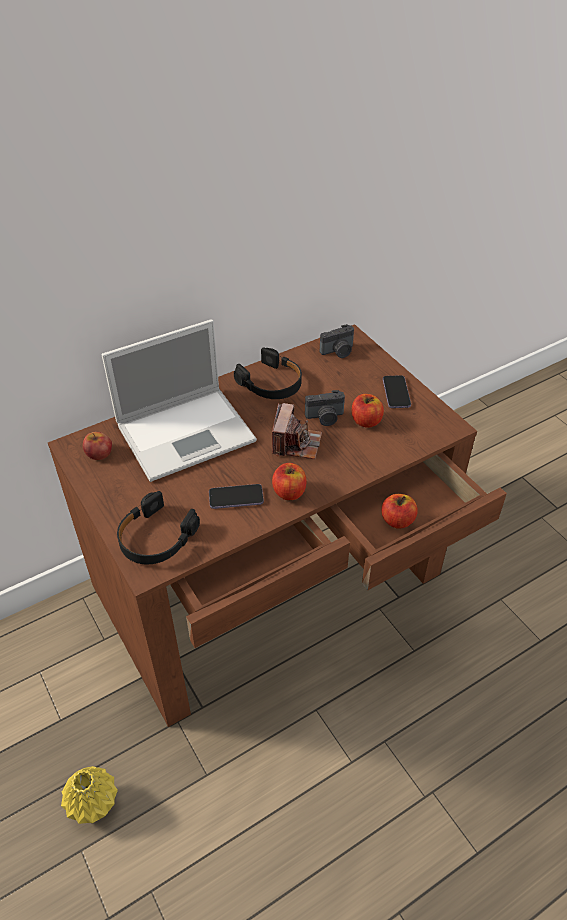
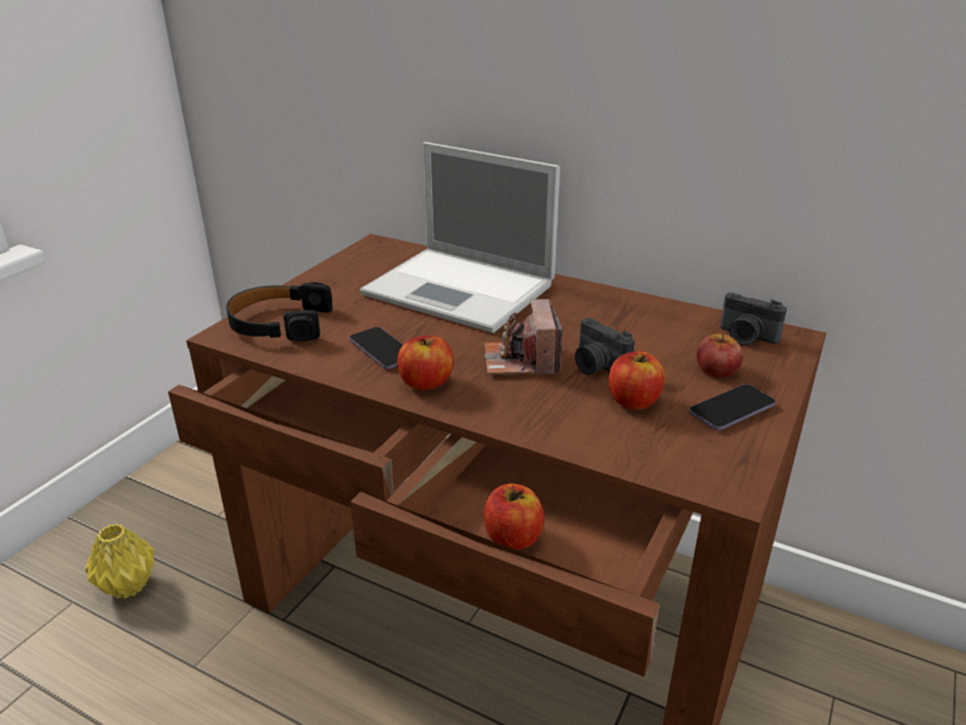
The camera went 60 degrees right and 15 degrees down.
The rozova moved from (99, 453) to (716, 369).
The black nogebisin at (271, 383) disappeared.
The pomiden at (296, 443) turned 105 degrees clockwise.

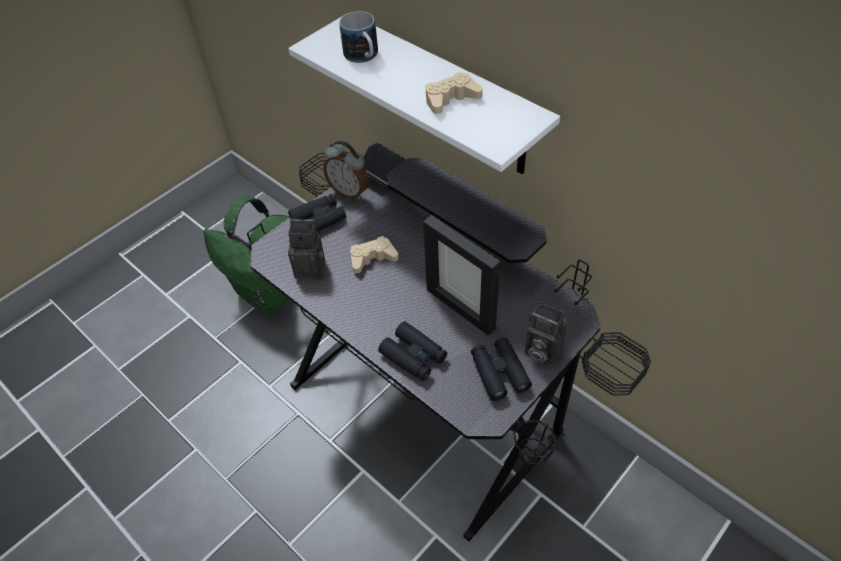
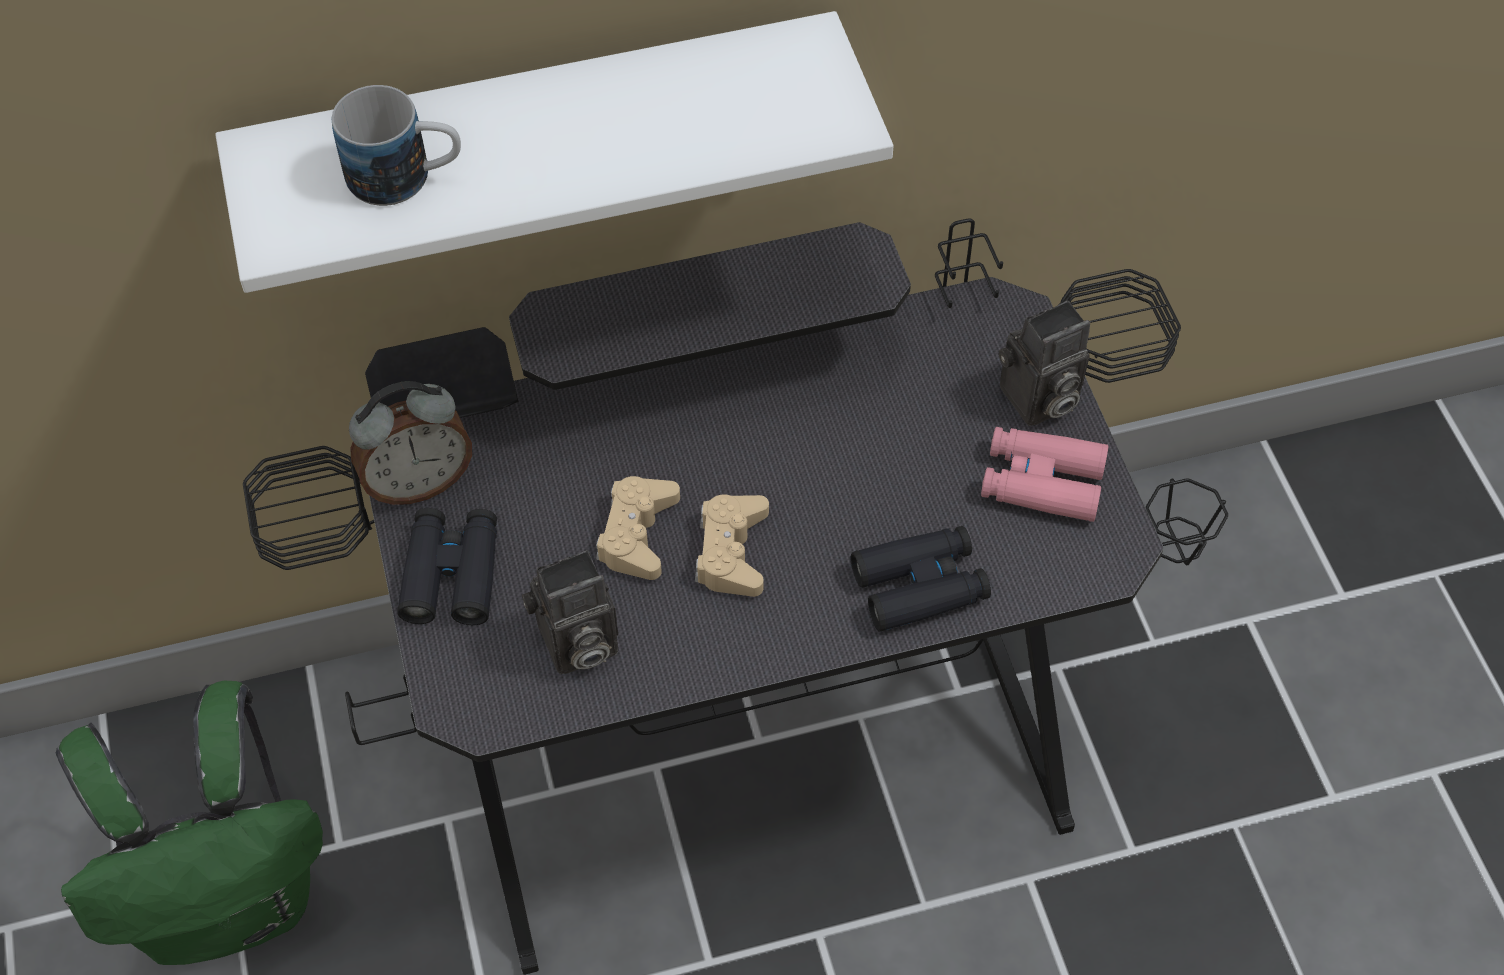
The camera went 60 degrees left and 5 degrees up.
The pomiden at (312, 267) turned 150 degrees counterclockwise.
The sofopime at (461, 307) disappeared.
The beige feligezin moved from (451, 99) to (731, 552).
The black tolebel at (499, 372) became the pink tolebel at (1042, 482).

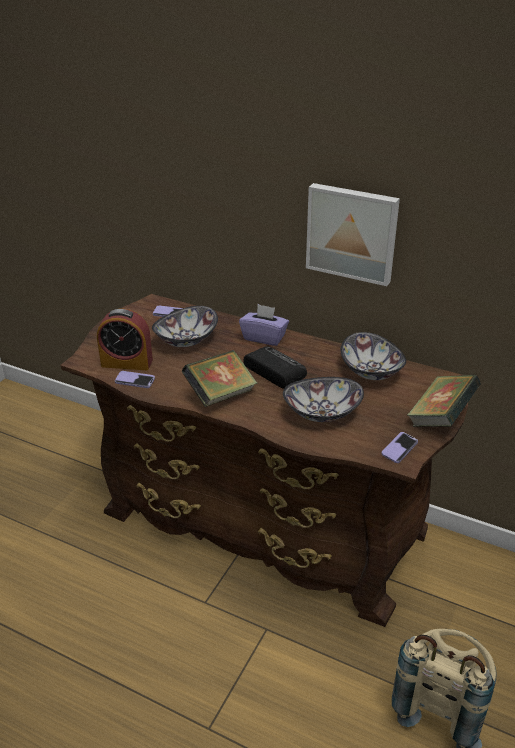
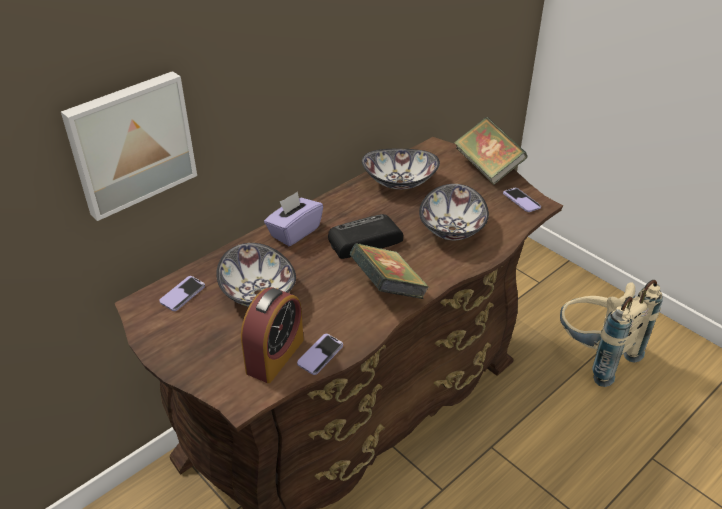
The camera went 70 degrees left and 5 degrees up.
The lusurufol moved from (352, 232) to (131, 143).

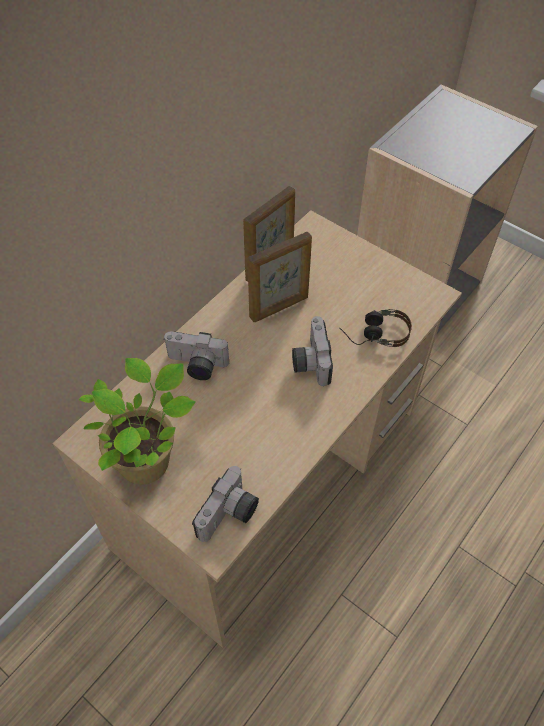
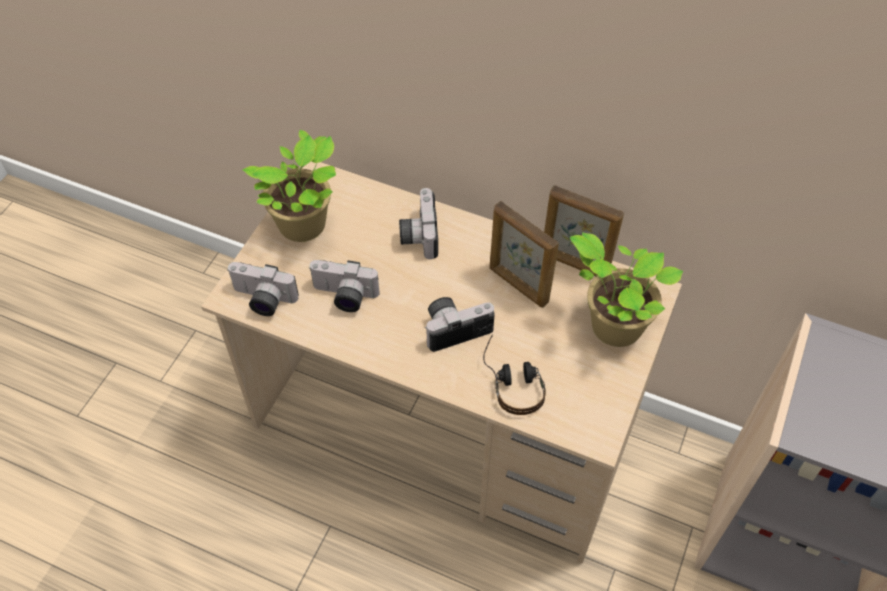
The camera went 75 degrees right and 0 degrees up.
The pomiden at (344, 297) appeared.
The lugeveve at (612, 325) appeared.

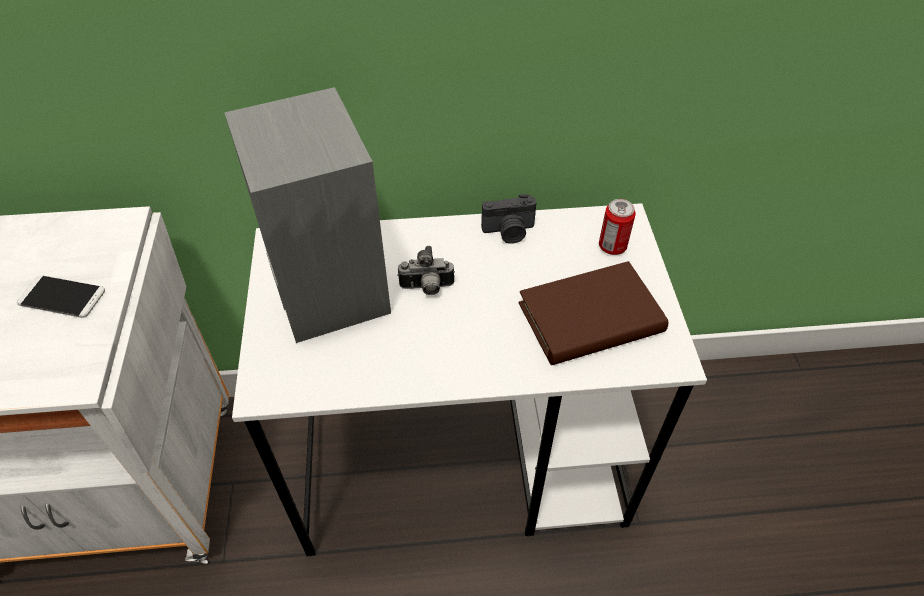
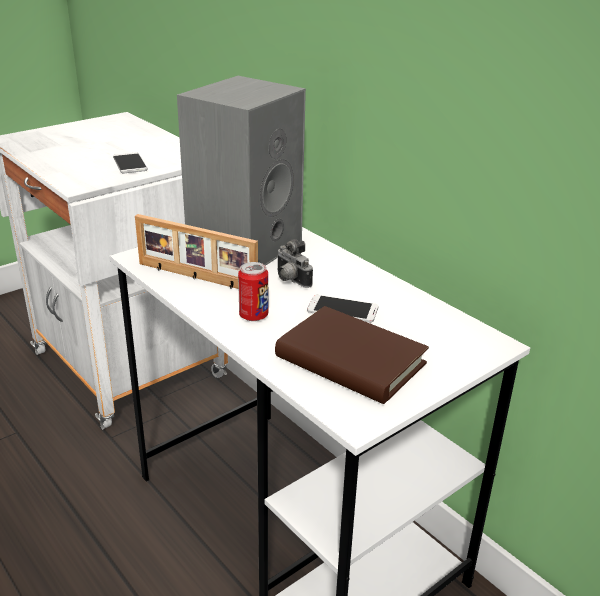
The camera went 55 degrees right and 20 degrees down.
The pomiden at (509, 232) disappeared.
The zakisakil moved from (612, 246) to (253, 316).
The sofopime at (196, 278) appeared.
The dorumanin at (342, 309) appeared.

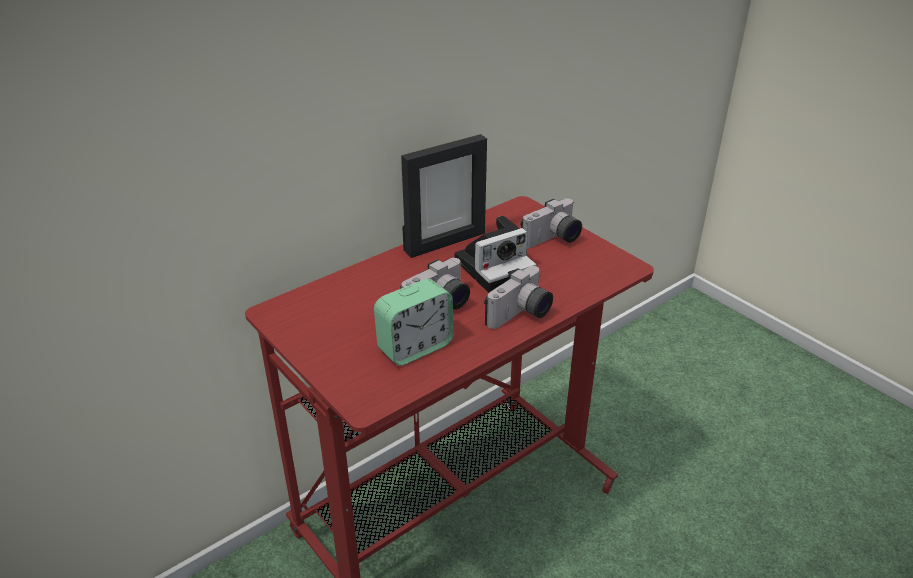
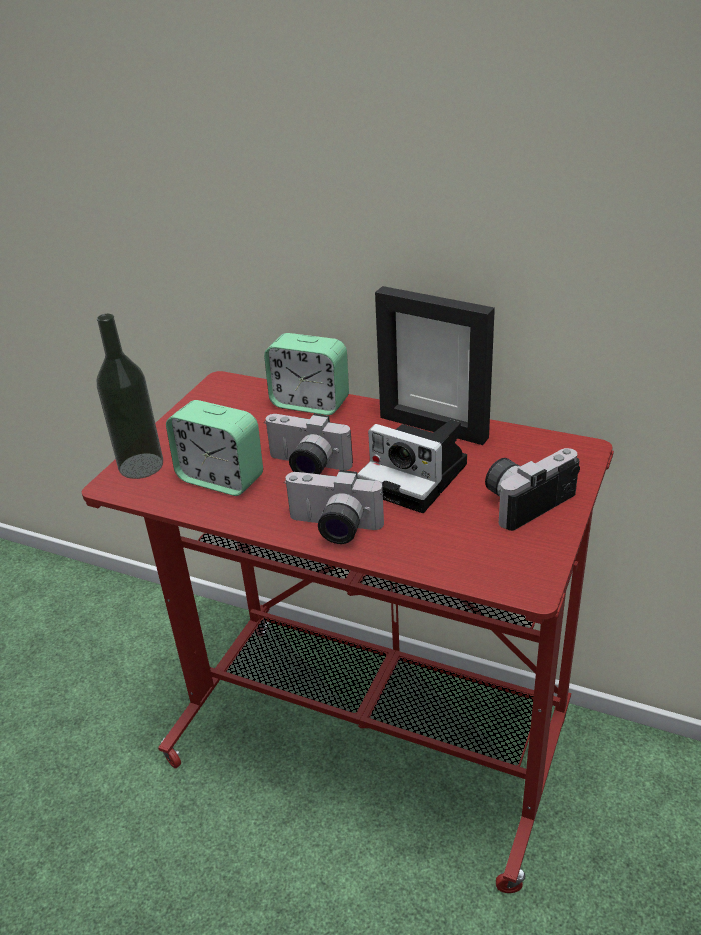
The camera went 65 degrees right and 0 degrees up.
The pomiden at (553, 240) turned 120 degrees clockwise.
The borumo at (141, 466) appeared.
The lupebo at (310, 403) appeared.

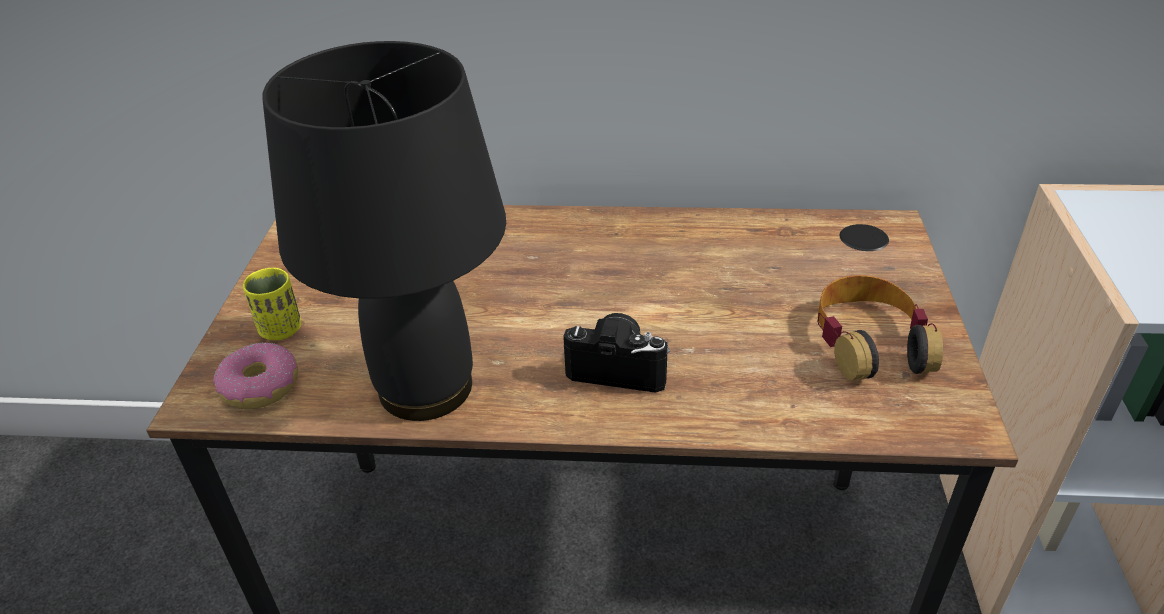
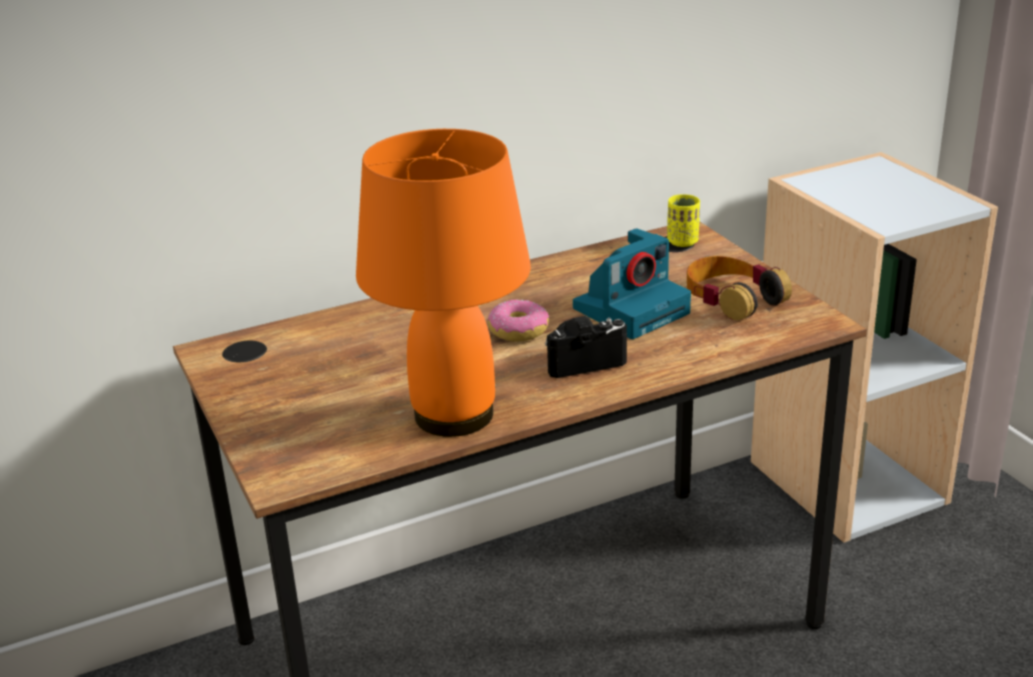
The camera went 30 degrees left and 10 degrees down.
The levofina moved from (260, 387) to (519, 331).
The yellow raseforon moved from (281, 329) to (682, 242).
The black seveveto at (427, 388) became the orange seveveto at (456, 415).
The pomiden at (632, 309) appeared.

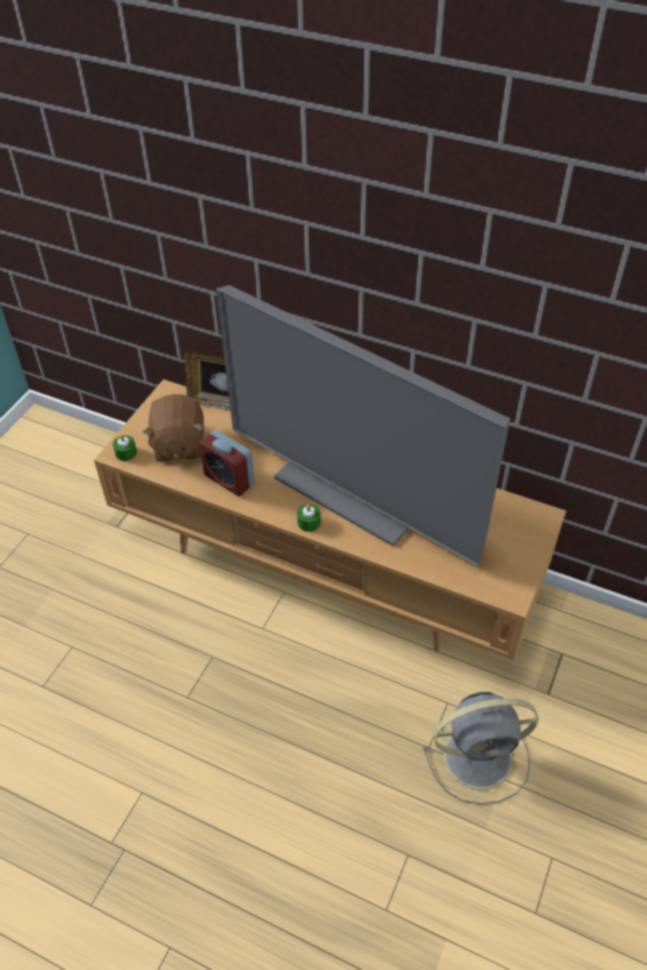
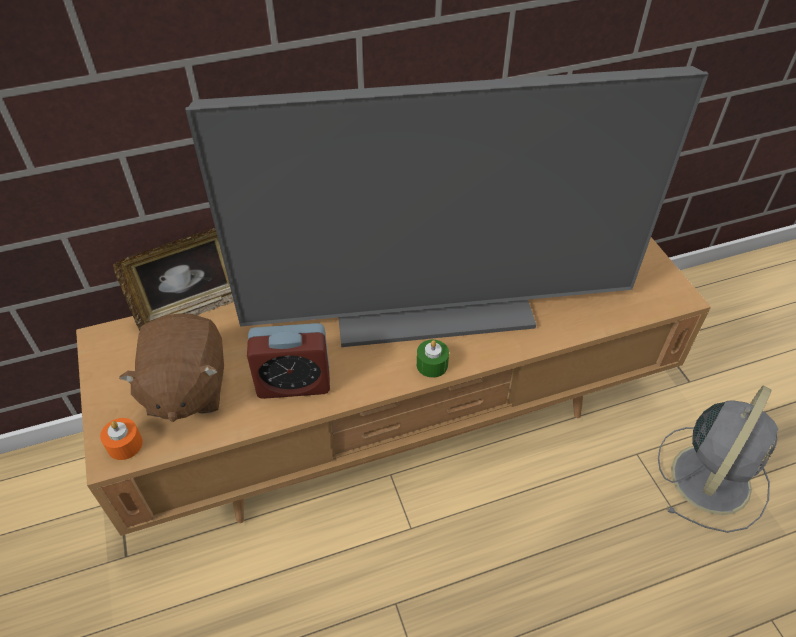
The camera went 45 degrees left and 0 degrees up.
The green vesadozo at (126, 453) became the orange vesadozo at (125, 444).
The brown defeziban at (178, 445) turned 45 degrees clockwise.

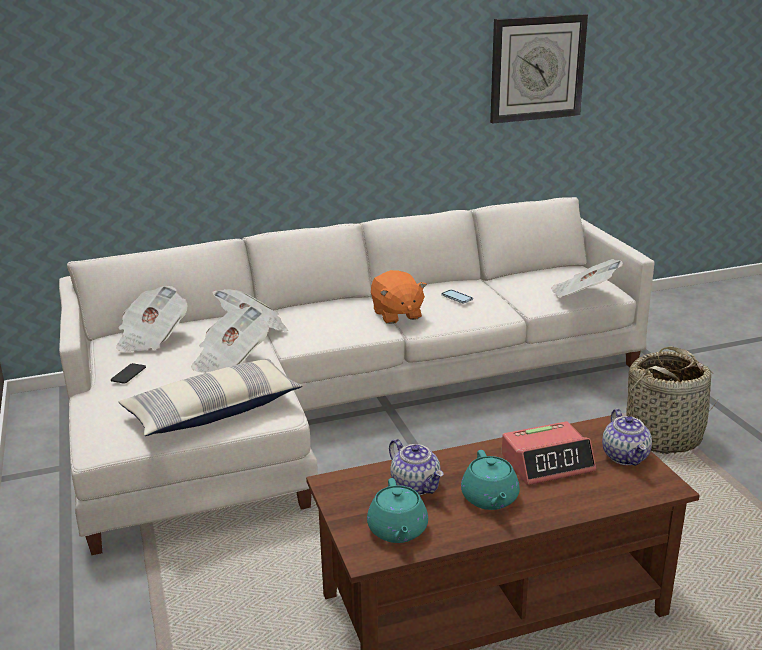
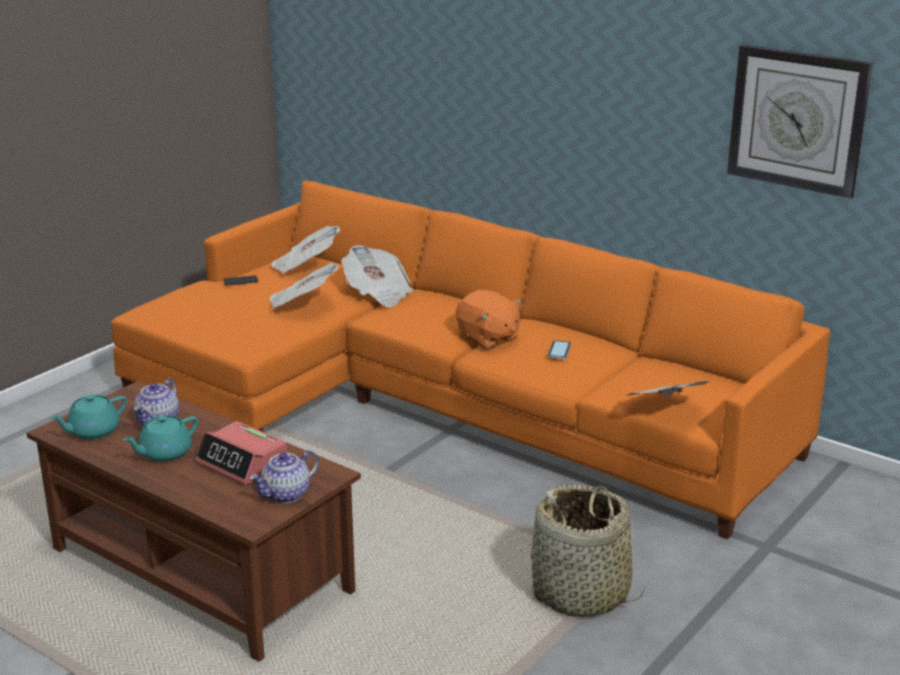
The camera went 55 degrees right and 0 degrees up.
The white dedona at (338, 396) became the orange dedona at (441, 401).
The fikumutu at (213, 411) disappeared.
The orange defeziban at (396, 315) turned 75 degrees counterclockwise.

